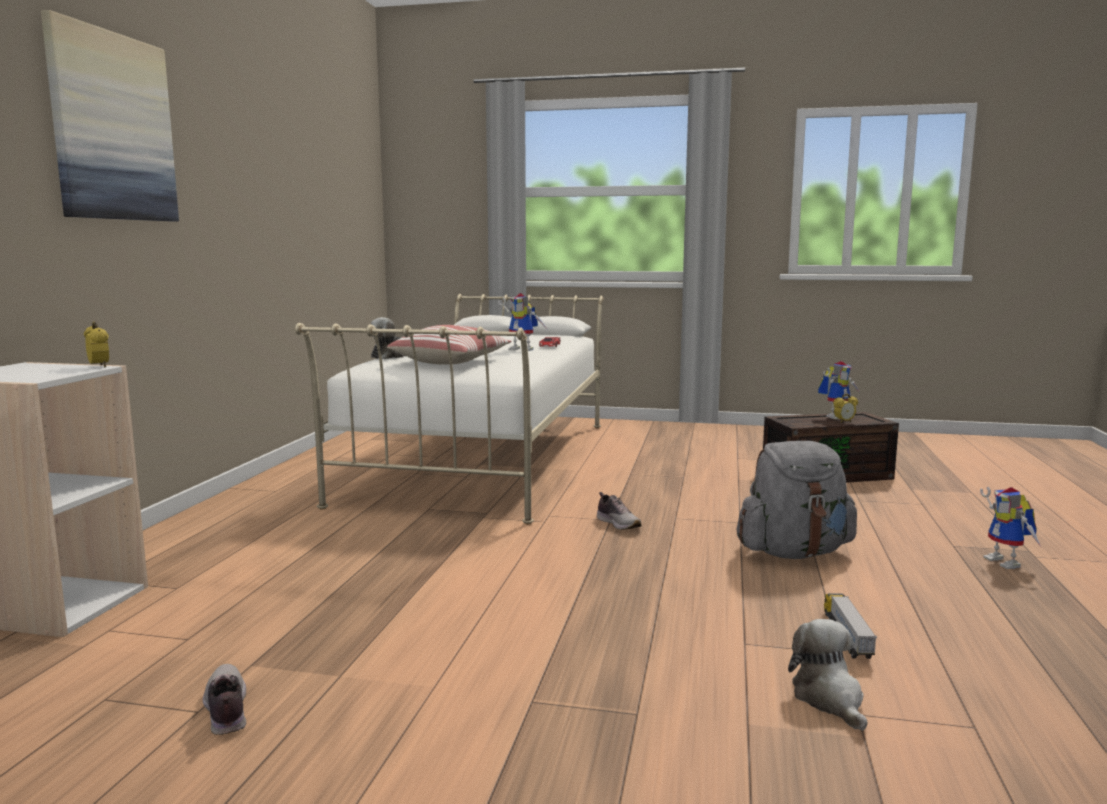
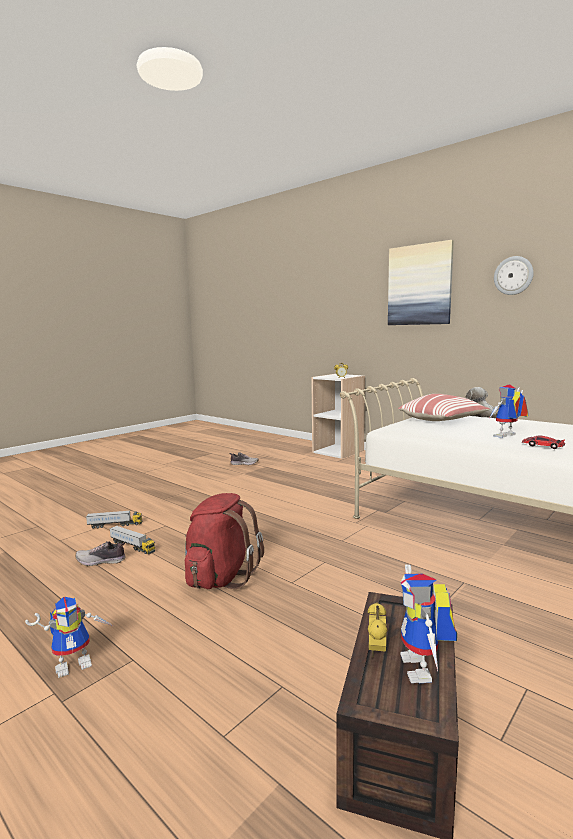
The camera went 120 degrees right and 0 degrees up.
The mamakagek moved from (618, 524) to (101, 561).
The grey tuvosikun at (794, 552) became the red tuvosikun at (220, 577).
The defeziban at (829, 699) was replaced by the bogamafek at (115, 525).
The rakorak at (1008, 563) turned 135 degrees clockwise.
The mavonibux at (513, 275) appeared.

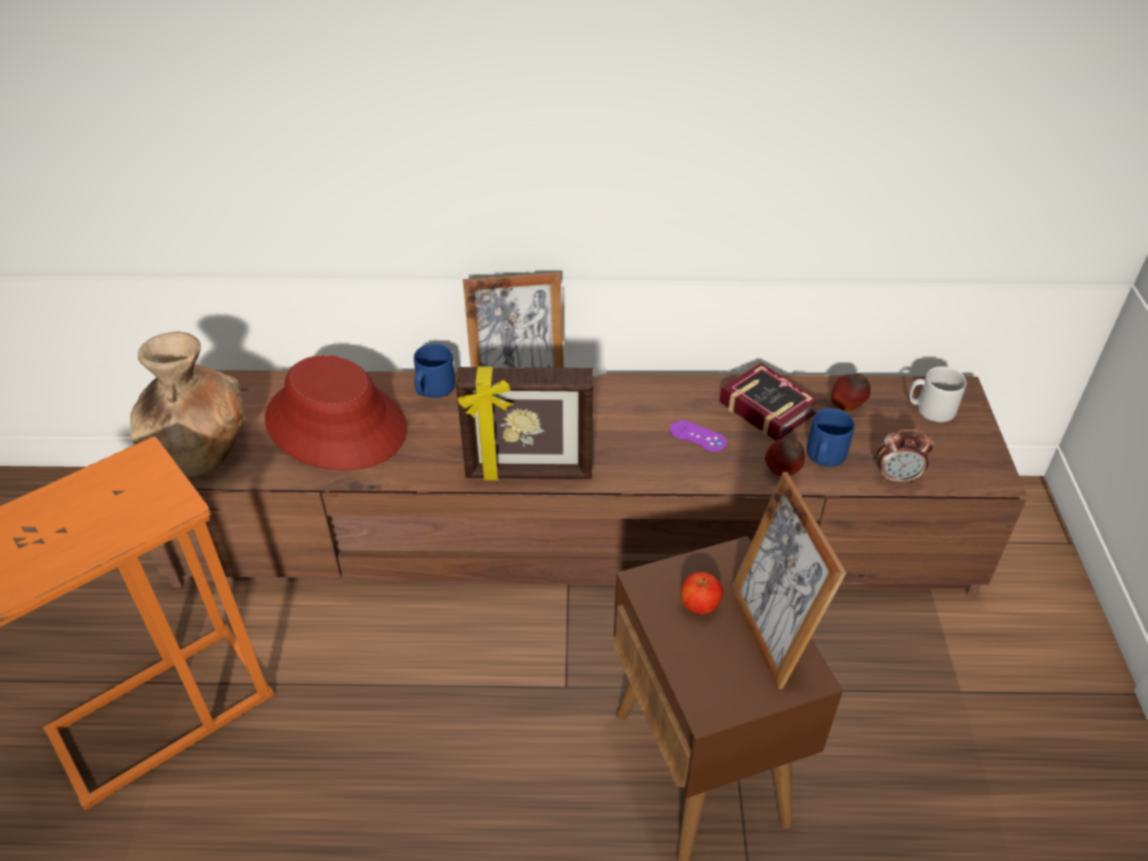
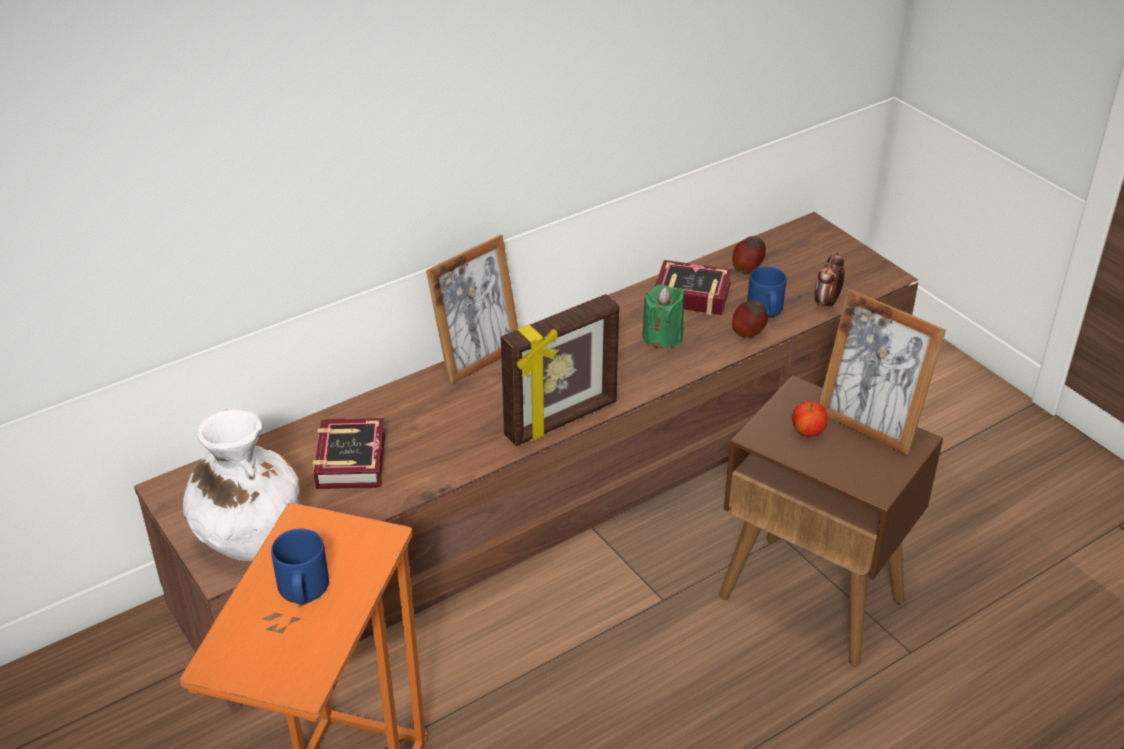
The camera went 35 degrees left and 5 degrees down.
The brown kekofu at (201, 450) became the white kekofu at (248, 535).
The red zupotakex at (337, 424) was replaced by the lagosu at (353, 458).
The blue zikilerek moved from (433, 389) to (303, 590).
The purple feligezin at (698, 436) was replaced by the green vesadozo at (662, 336).
The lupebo at (897, 477) turned 150 degrees clockwise.
The grey zikilerek at (930, 409) disappeared.

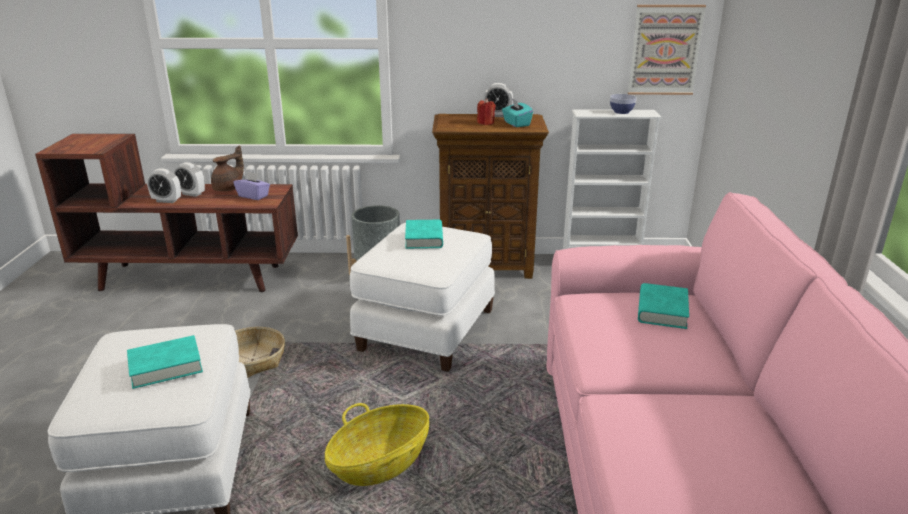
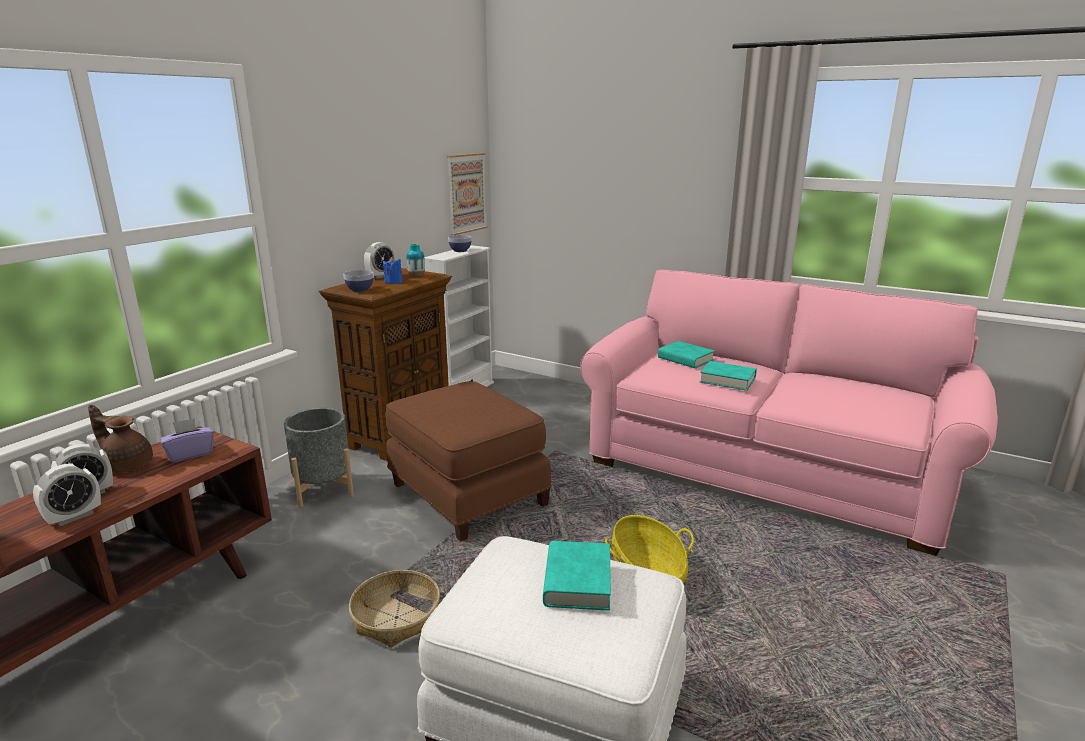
The camera went 60 degrees left and 5 degrees down.
The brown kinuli at (229, 188) turned 45 degrees counterclockwise.
The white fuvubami at (425, 329) became the brown fuvubami at (466, 495).
The turquoise lagosu moved from (424, 238) to (727, 380).
The red vesadozo at (485, 123) became the blue vesadozo at (393, 282).
The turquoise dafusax at (516, 124) was replaced by the kekofu at (416, 276).
The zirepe at (360, 290) appeared.

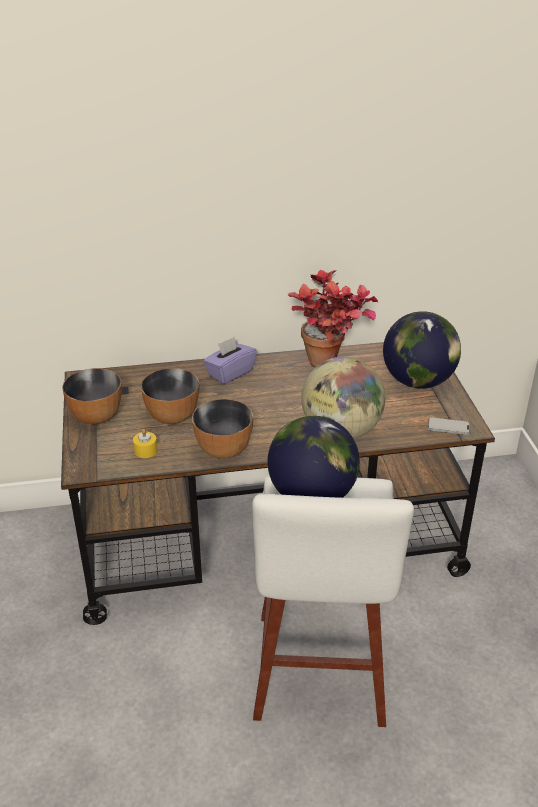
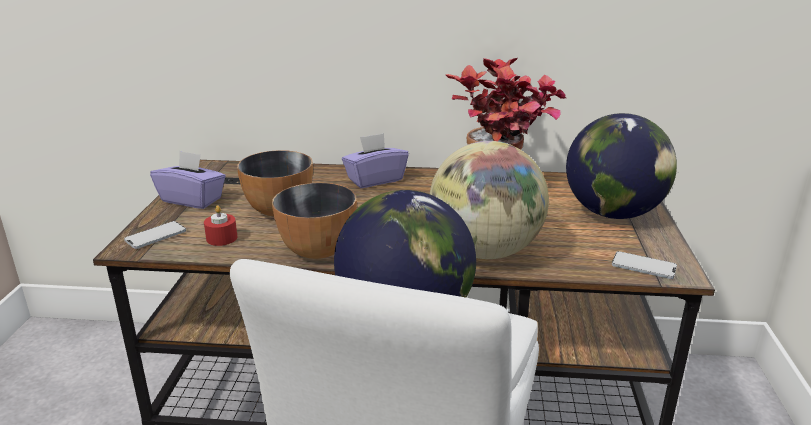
The camera went 15 degrees right and 10 degrees down.
The zirepe at (96, 417) was replaced by the purple dafusax at (192, 200).
The yellow vesadozo at (145, 450) became the red vesadozo at (222, 238).
The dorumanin at (156, 236) appeared.

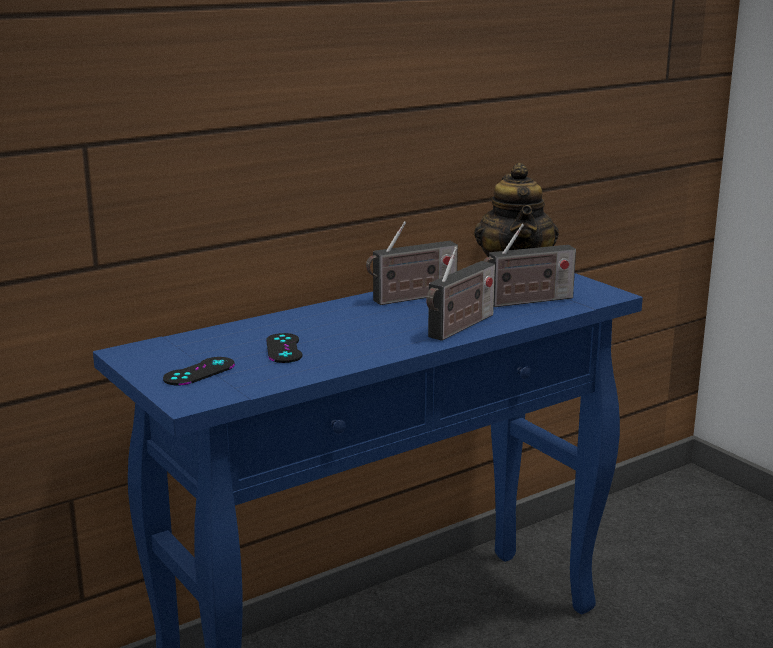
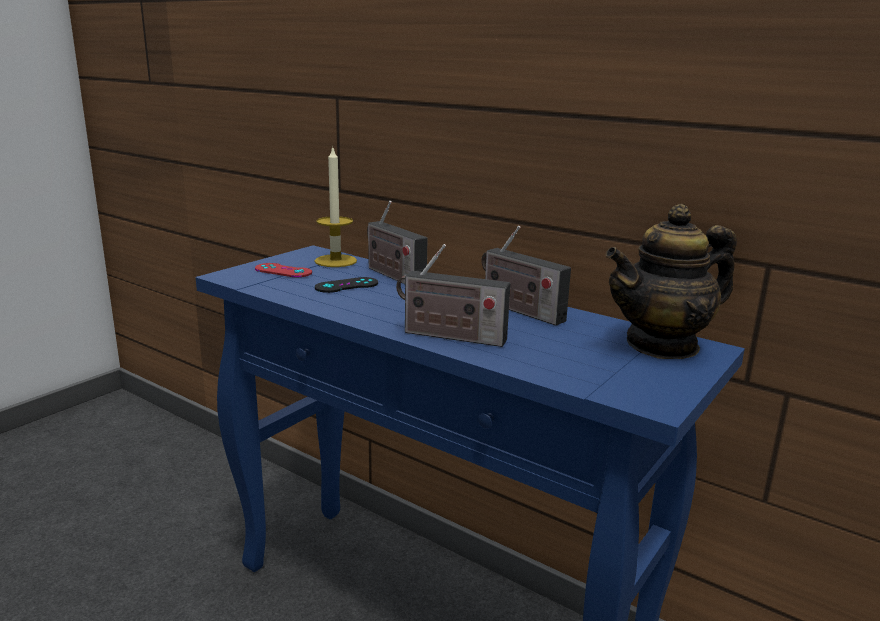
The camera went 70 degrees right and 0 degrees up.
The black feligezin at (199, 372) became the red feligezin at (283, 271).
The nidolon moved from (526, 301) to (393, 276).
The vesadozo at (335, 261) appeared.

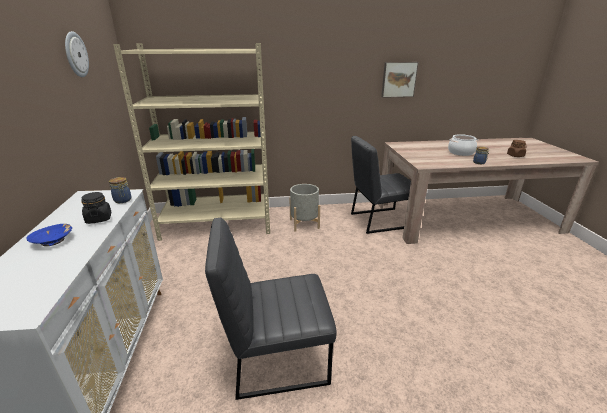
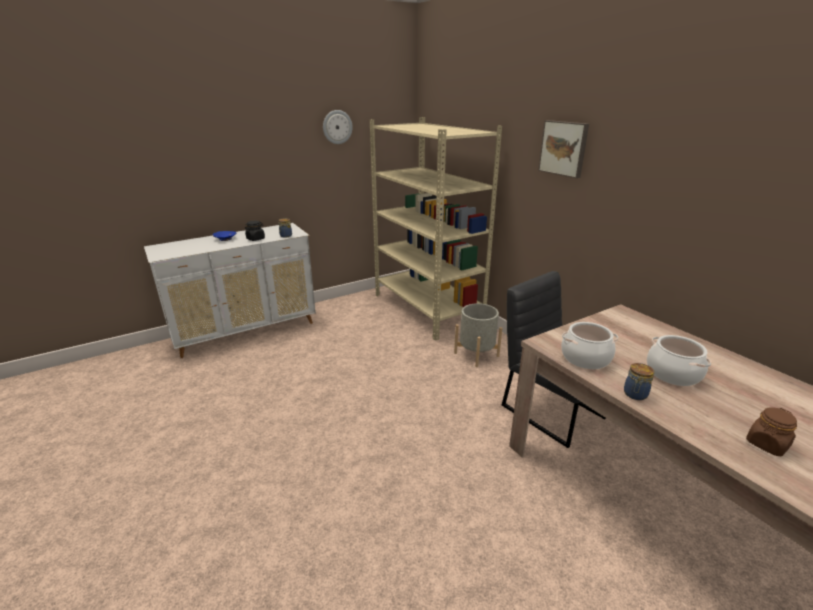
The camera went 65 degrees right and 0 degrees up.
The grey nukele at (276, 358) disappeared.
The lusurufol moved from (398, 79) to (564, 148).
The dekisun at (585, 358) appeared.

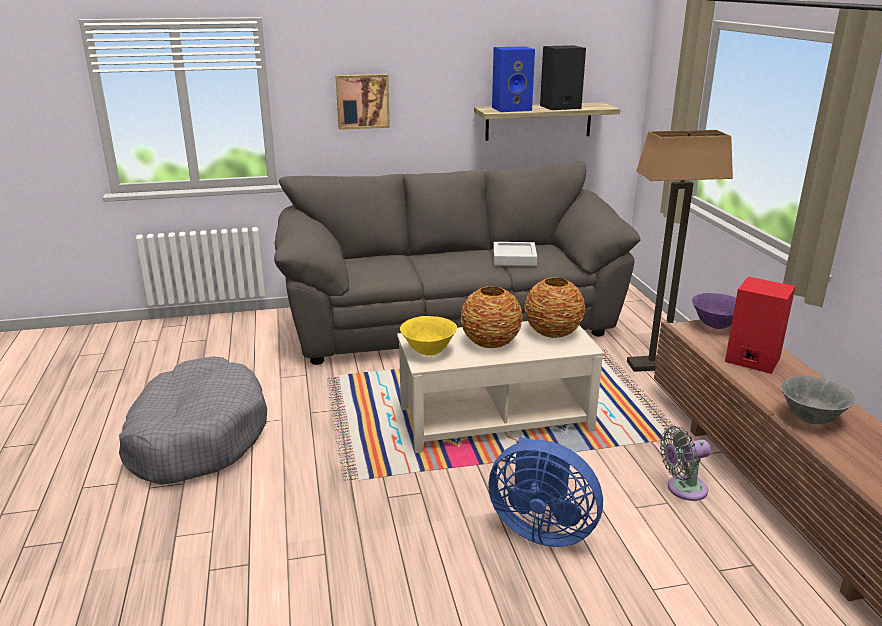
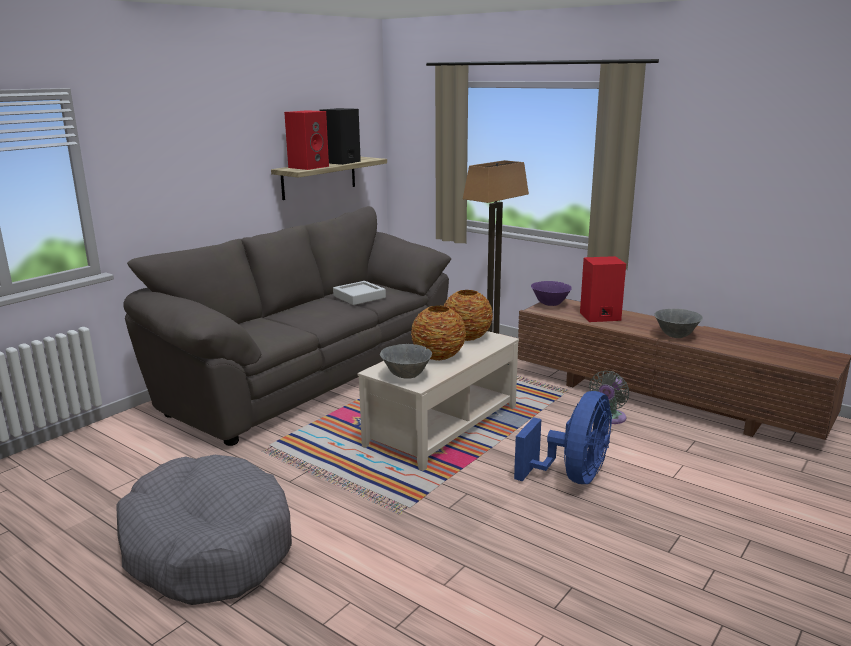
The camera went 40 degrees left and 5 degrees down.
The lusurufol at (362, 101) disappeared.
The yellow zirepe at (428, 351) became the grey zirepe at (406, 376).
The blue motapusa at (541, 528) turned 45 degrees counterclockwise.
The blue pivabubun at (512, 109) became the red pivabubun at (308, 167).

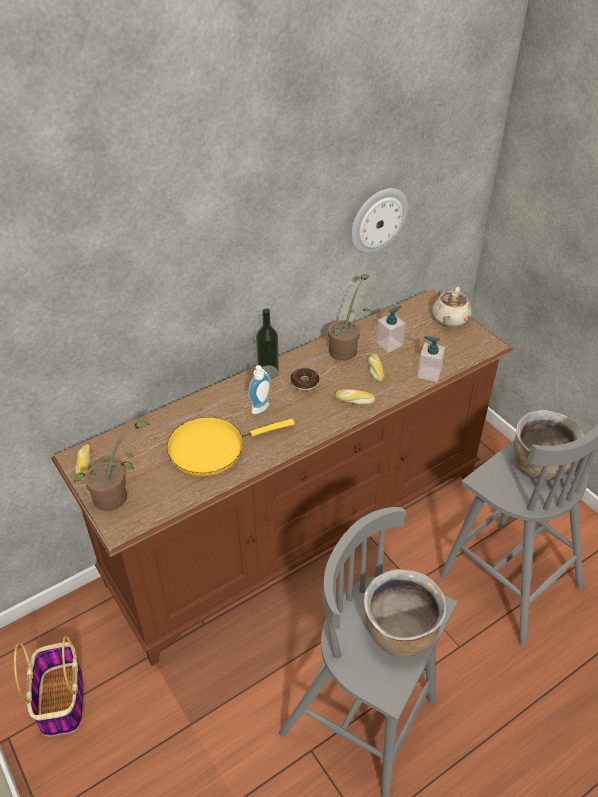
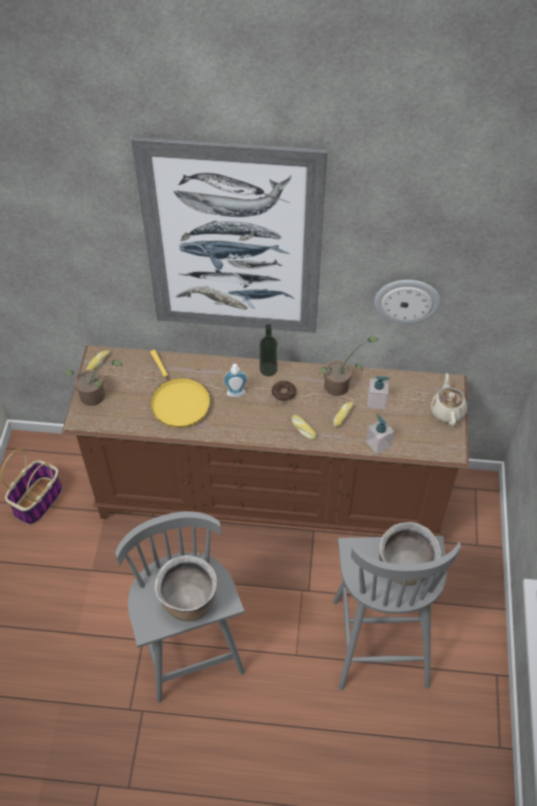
The camera went 40 degrees right and 10 degrees up.
The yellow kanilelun at (212, 448) turned 135 degrees counterclockwise.
The beige kinuli at (450, 319) turned 120 degrees clockwise.
The lusurufol at (233, 242) appeared.

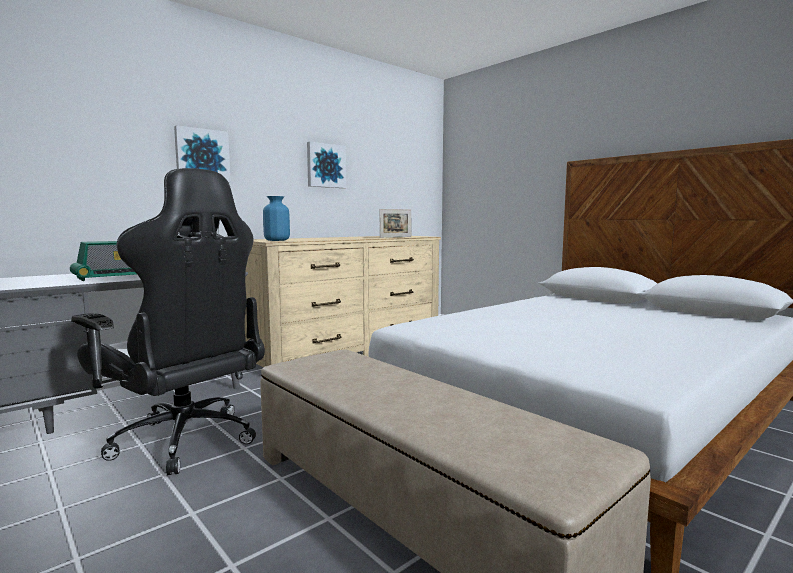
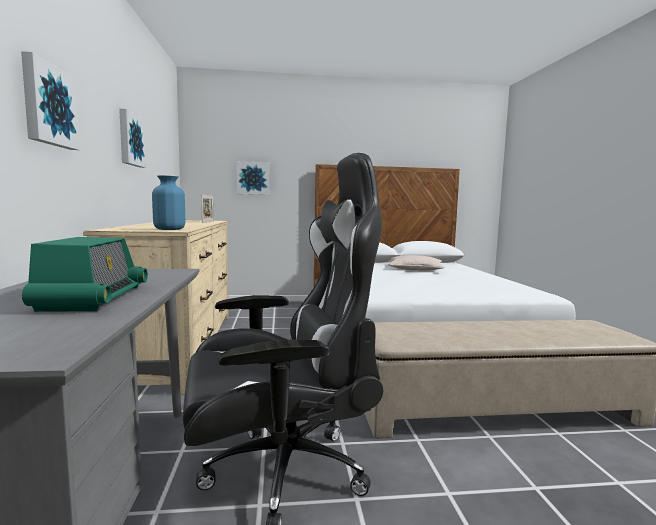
The camera went 55 degrees left and 0 degrees up.
The lusurufol at (253, 178) appeared.
The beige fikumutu at (415, 269) appeared.

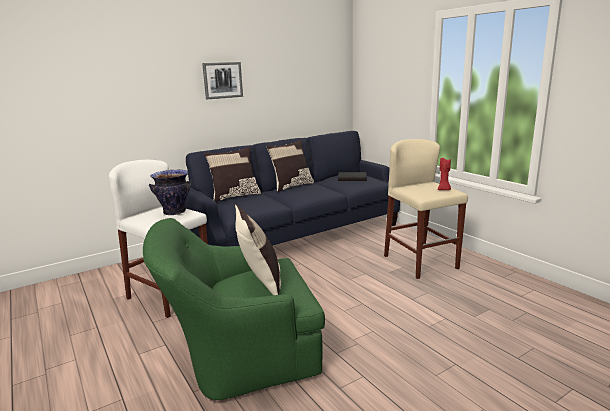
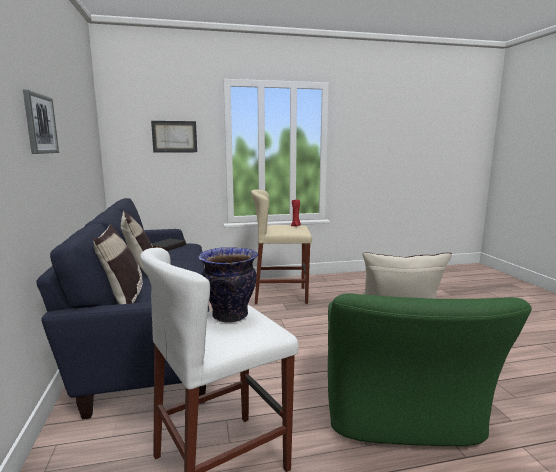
The camera went 70 degrees left and 5 degrees down.
The lusurufol at (174, 136) appeared.

